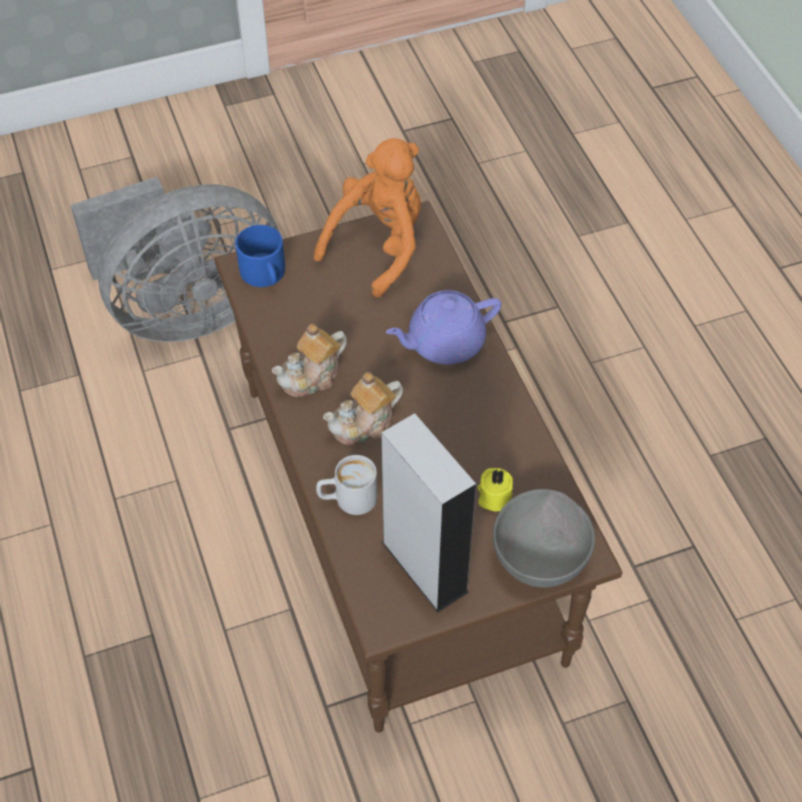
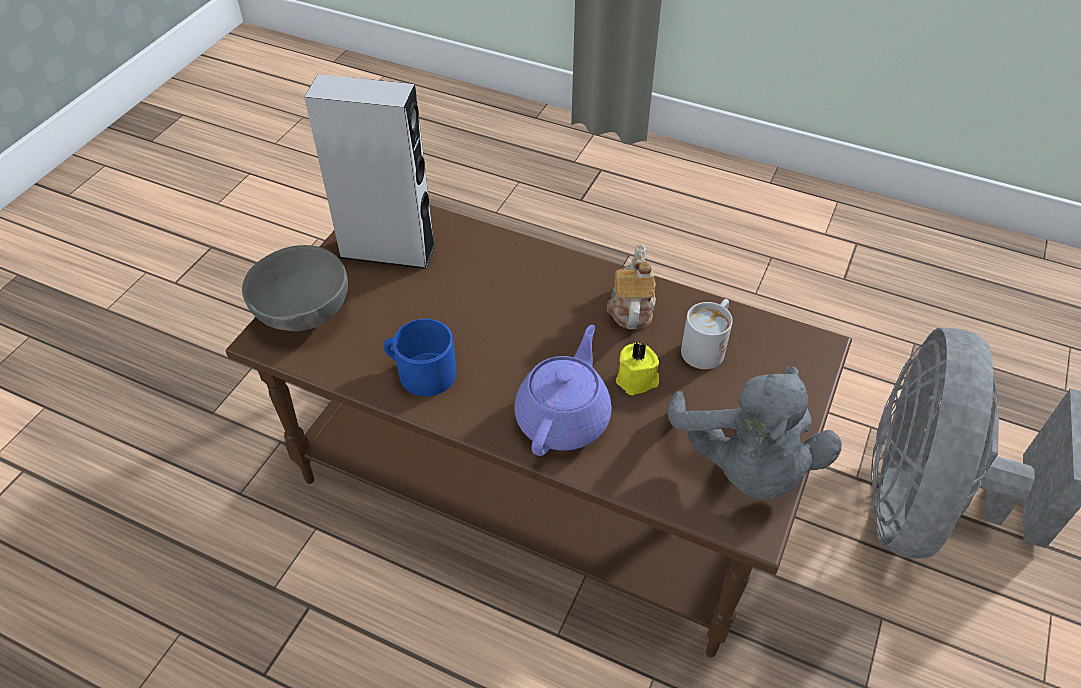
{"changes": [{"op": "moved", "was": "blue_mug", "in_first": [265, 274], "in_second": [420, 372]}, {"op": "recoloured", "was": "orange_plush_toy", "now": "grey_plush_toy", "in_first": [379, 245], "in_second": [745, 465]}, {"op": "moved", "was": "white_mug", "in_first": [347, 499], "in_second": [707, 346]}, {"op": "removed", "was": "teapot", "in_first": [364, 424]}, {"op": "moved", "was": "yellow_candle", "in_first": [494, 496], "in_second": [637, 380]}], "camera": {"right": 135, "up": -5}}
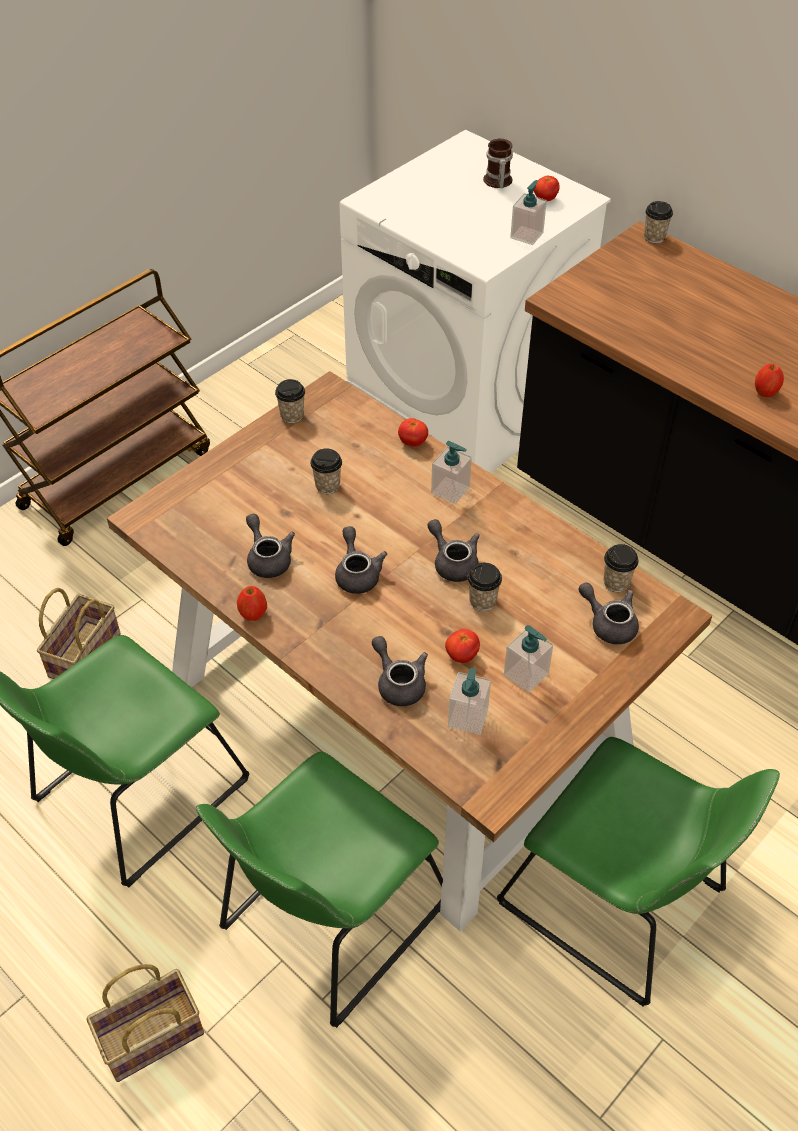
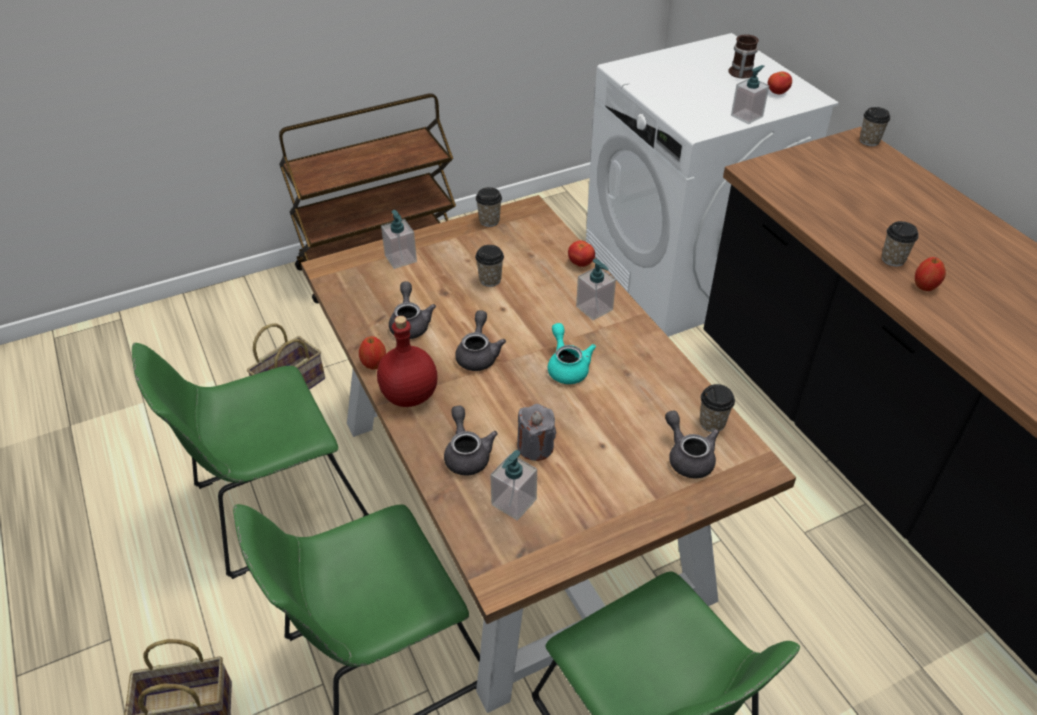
{"changes": [{"op": "recoloured", "was": "grey_teapot", "now": "turquoise_teapot", "in_first": [453, 562], "in_second": [567, 367]}, {"op": "replaced", "was": "tomato", "now": "grey_candle", "in_first": [461, 655], "in_second": [535, 447]}, {"op": "moved", "was": "cup", "in_first": [482, 601], "in_second": [893, 259]}, {"op": "moved", "was": "soap_dispenser", "in_first": [526, 674], "in_second": [401, 259]}, {"op": "added", "now": "red_bottle", "in_second": [409, 396]}], "camera": {"right": 20, "up": -5}}
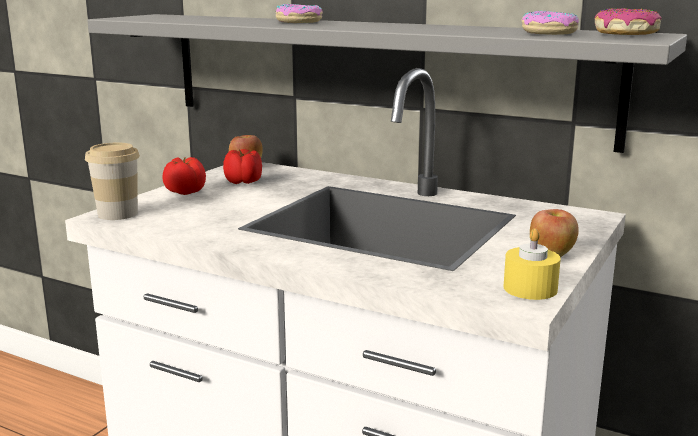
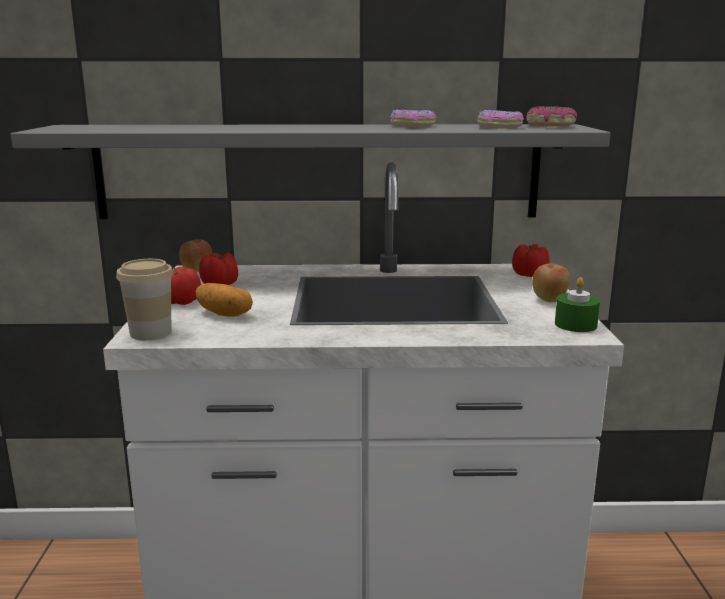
{"changes": [{"op": "moved", "was": "donut", "in_first": [299, 22], "in_second": [412, 126]}, {"op": "recoloured", "was": "yellow_candle", "now": "green_candle", "in_first": [530, 288], "in_second": [575, 324]}, {"op": "added", "now": "potato", "in_second": [225, 314]}, {"op": "added", "now": "tomato", "in_second": [528, 274]}], "camera": {"right": -30, "up": 0}}
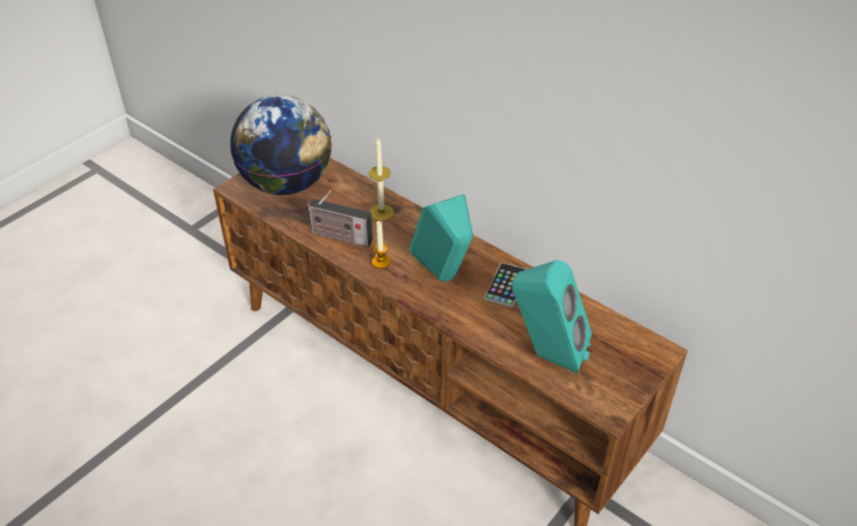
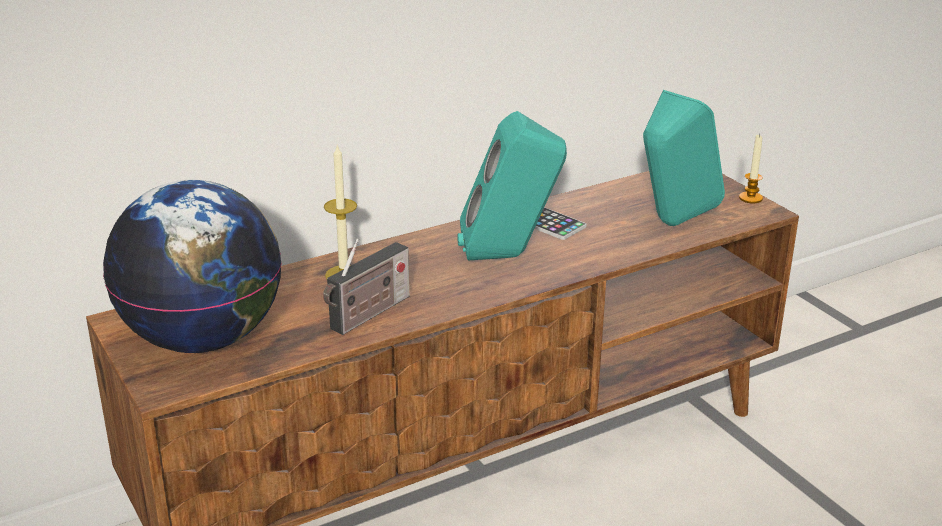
{"changes": [{"op": "moved", "was": "candle", "in_first": [381, 262], "in_second": [750, 198]}], "camera": {"right": -70, "up": -15}}
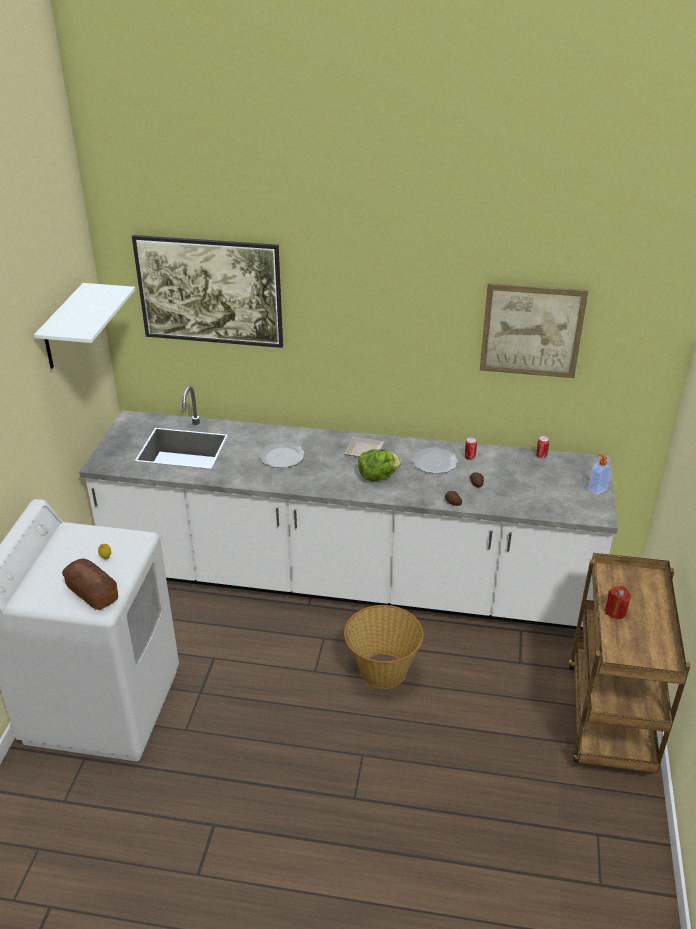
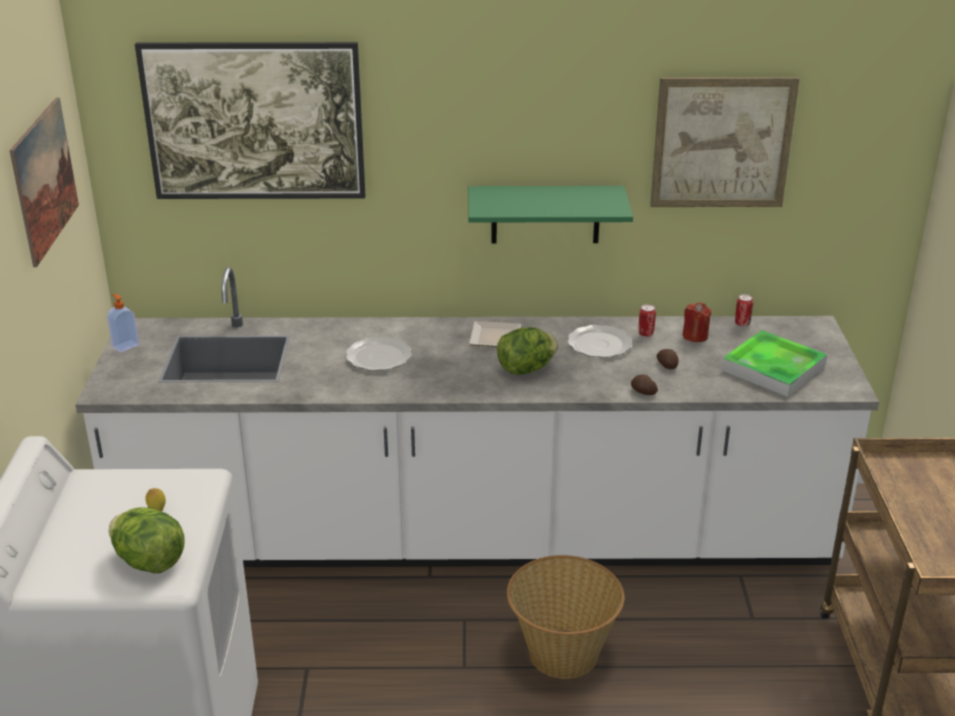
{"changes": [{"op": "replaced", "was": "white_shelf", "now": "picture", "in_first": [63, 328], "in_second": [44, 179]}, {"op": "replaced", "was": "bread", "now": "lettuce", "in_first": [92, 592], "in_second": [149, 562]}, {"op": "moved", "was": "soap_dispenser", "in_first": [597, 489], "in_second": [125, 346]}, {"op": "moved", "was": "red_candle", "in_first": [615, 611], "in_second": [695, 336]}, {"op": "added", "now": "green_shelf", "in_second": [545, 214]}, {"op": "added", "now": "tray", "in_second": [773, 368]}], "camera": {"right": -10, "up": -5}}
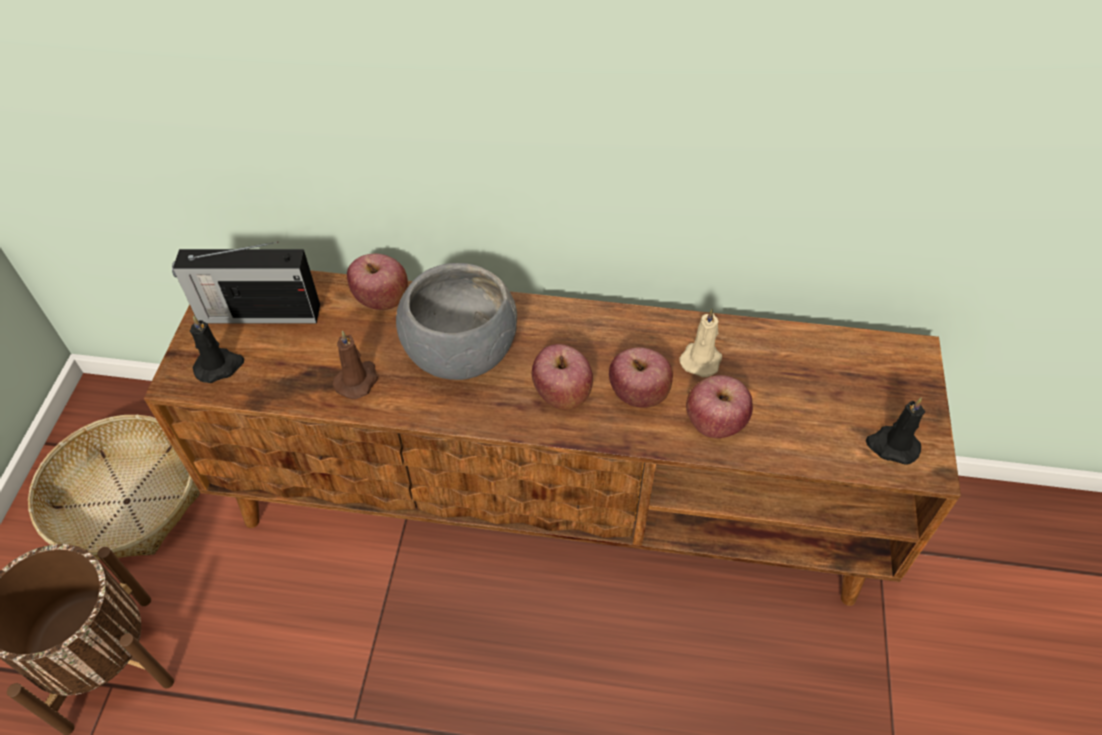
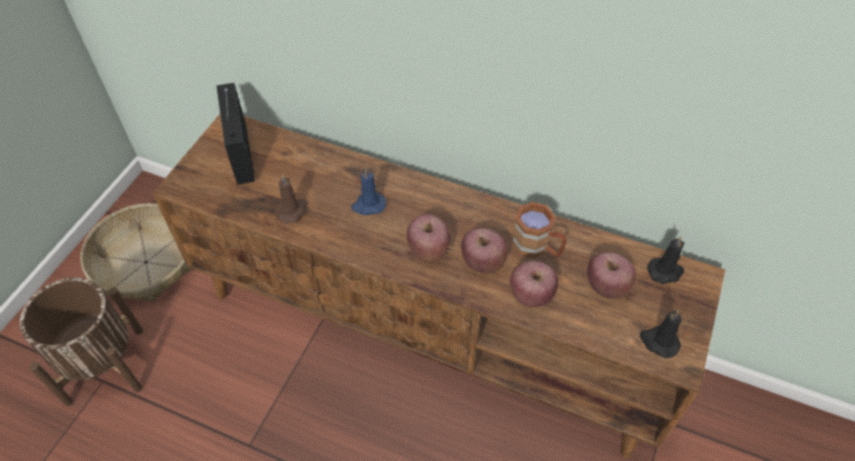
{"changes": [{"op": "turned", "was": "radio", "in_first": [257, 313], "in_second": [241, 151], "clockwise": 60}, {"op": "moved", "was": "black_candle", "in_first": [219, 366], "in_second": [665, 271]}, {"op": "moved", "was": "apple", "in_first": [381, 299], "in_second": [606, 287]}, {"op": "replaced", "was": "grey_bowl", "now": "blue_candle", "in_first": [460, 350], "in_second": [368, 205]}, {"op": "replaced", "was": "beige_candle", "now": "brown_mug", "in_first": [701, 359], "in_second": [537, 247]}], "camera": {"right": 15, "up": 0}}
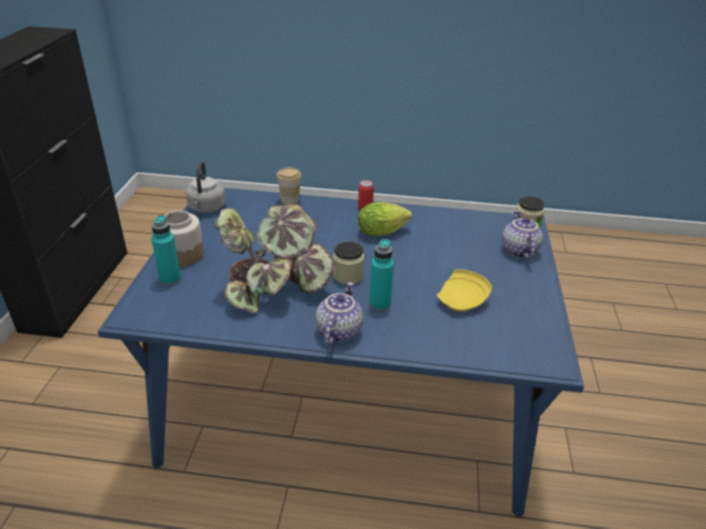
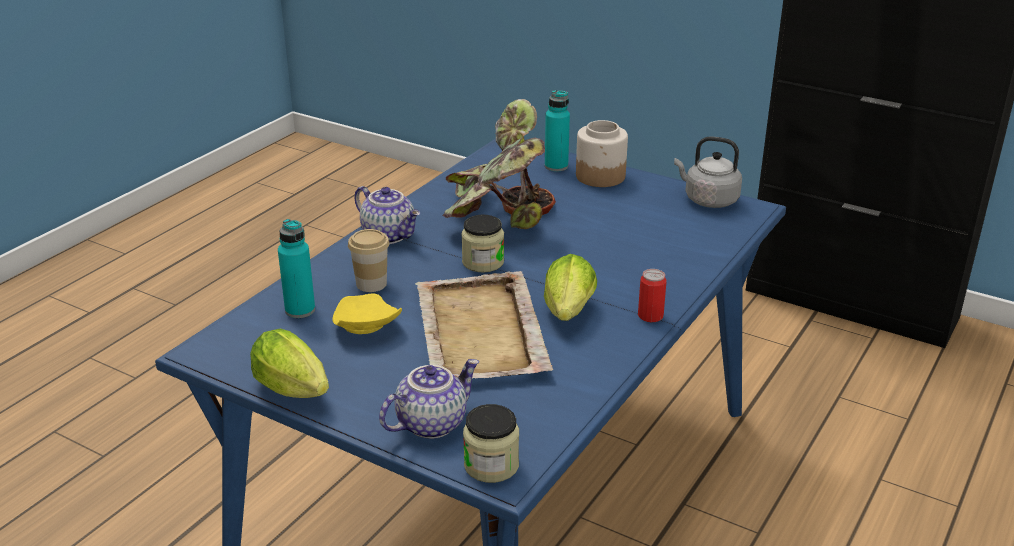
{"changes": [{"op": "moved", "was": "cup", "in_first": [289, 200], "in_second": [371, 284]}, {"op": "moved", "was": "turquoise_bottle", "in_first": [379, 304], "in_second": [300, 310]}, {"op": "turned", "was": "teapot", "in_first": [518, 250], "in_second": [431, 423], "clockwise": -60}, {"op": "added", "now": "lettuce", "in_second": [296, 392]}, {"op": "added", "now": "beige_tray", "in_second": [480, 332]}], "camera": {"right": 115, "up": -5}}
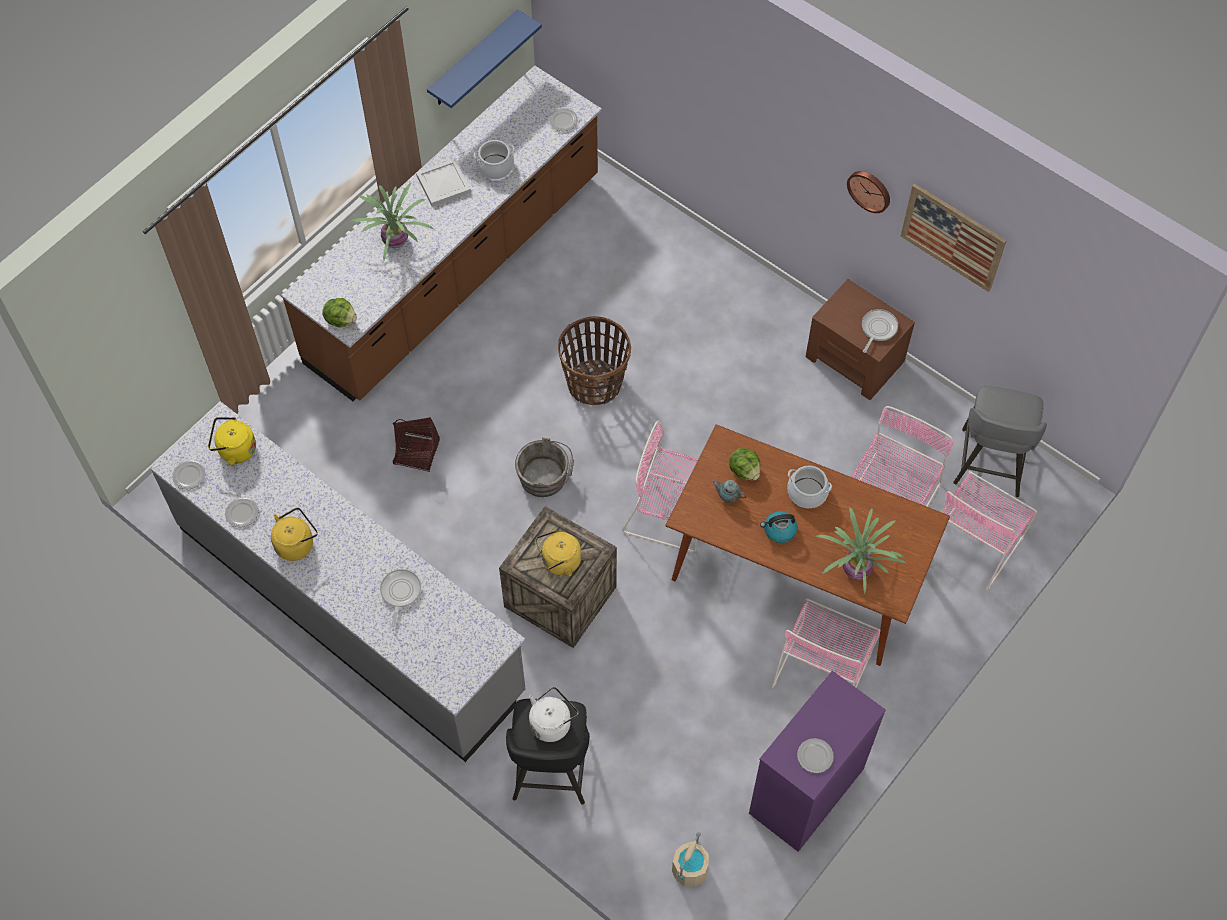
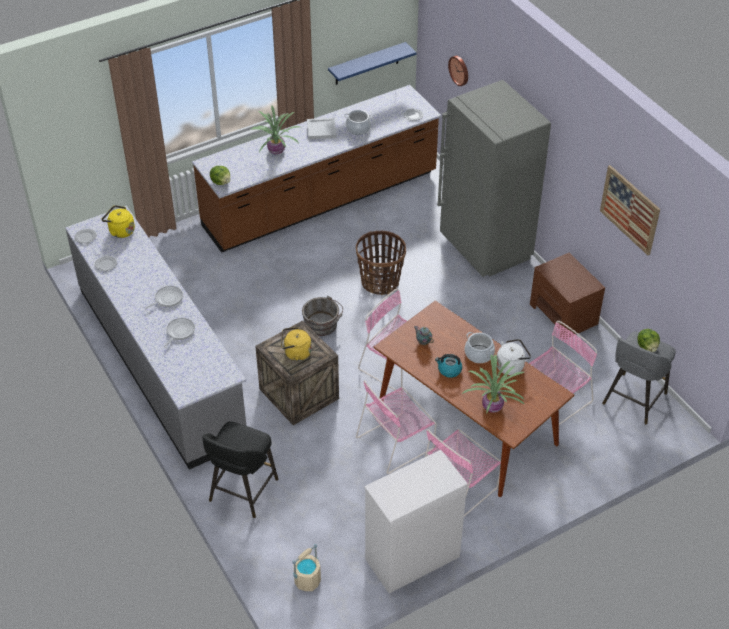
{"changes": [{"op": "removed", "was": "yellow_kettle", "in_first": [296, 543]}, {"op": "removed", "was": "basket", "in_first": [416, 452]}, {"op": "moved", "was": "white_kettle", "in_first": [552, 722], "in_second": [511, 366]}, {"op": "moved", "was": "lettuce", "in_first": [744, 470], "in_second": [647, 347]}, {"op": "recoloured", "was": "purple_dresser", "now": "white_dresser", "in_first": [806, 792], "in_second": [411, 558]}, {"op": "removed", "was": "plate", "in_first": [814, 756]}, {"op": "moved", "was": "wall_clock", "in_first": [870, 190], "in_second": [459, 70]}, {"op": "moved", "was": "frying_pan", "in_first": [877, 329], "in_second": [167, 299]}, {"op": "moved", "was": "pink_chair", "in_first": [975, 541], "in_second": [396, 442]}, {"op": "added", "now": "grey_fridge", "in_second": [485, 248]}], "camera": {"right": 20, "up": -15}}
